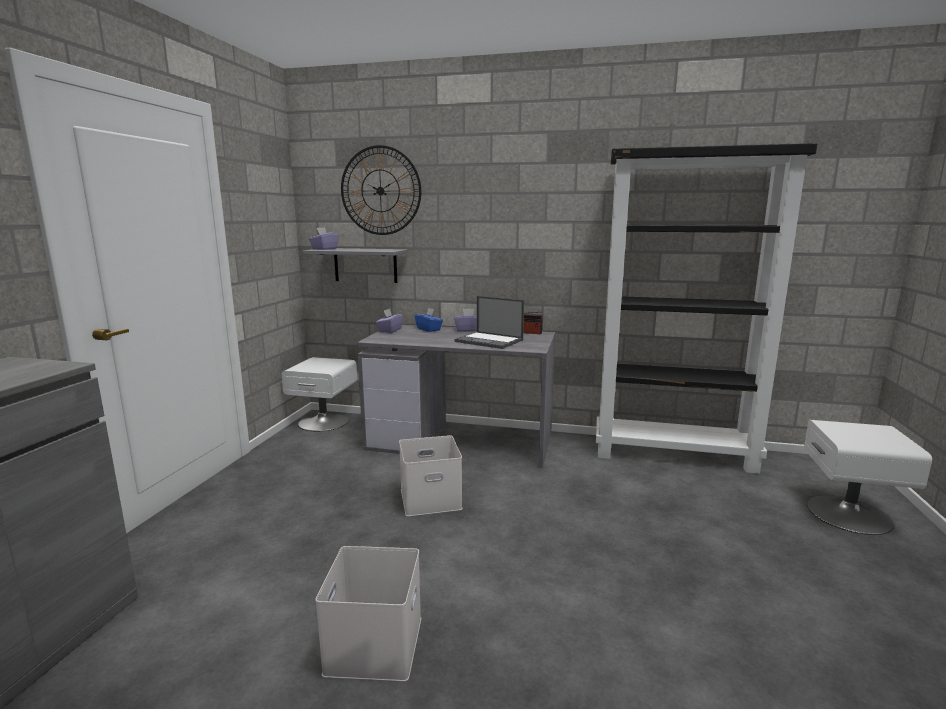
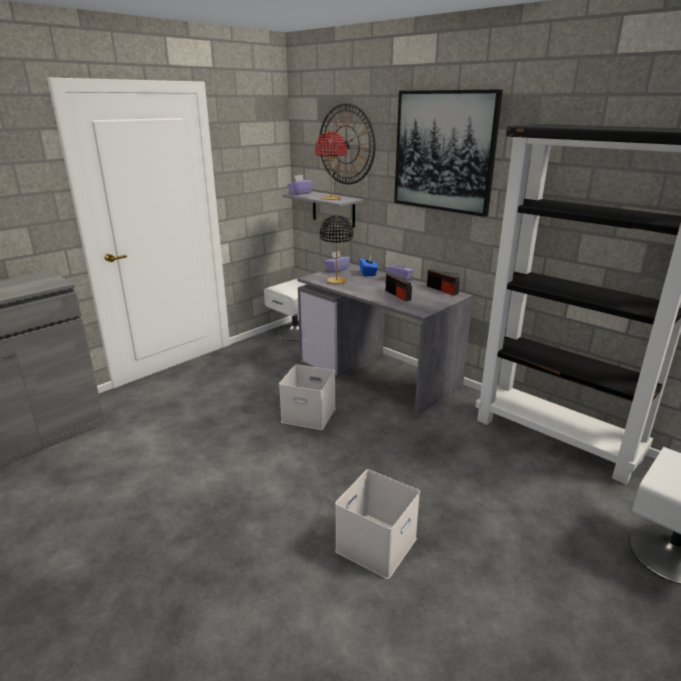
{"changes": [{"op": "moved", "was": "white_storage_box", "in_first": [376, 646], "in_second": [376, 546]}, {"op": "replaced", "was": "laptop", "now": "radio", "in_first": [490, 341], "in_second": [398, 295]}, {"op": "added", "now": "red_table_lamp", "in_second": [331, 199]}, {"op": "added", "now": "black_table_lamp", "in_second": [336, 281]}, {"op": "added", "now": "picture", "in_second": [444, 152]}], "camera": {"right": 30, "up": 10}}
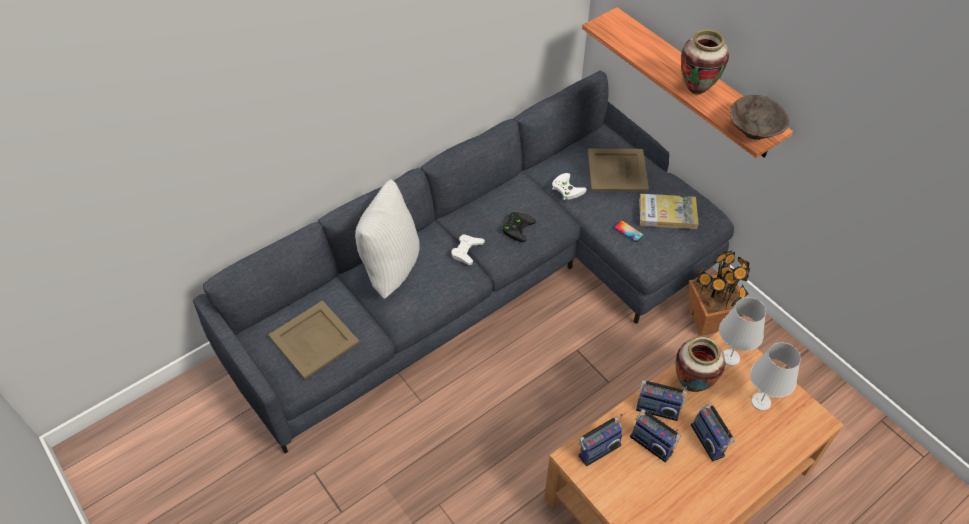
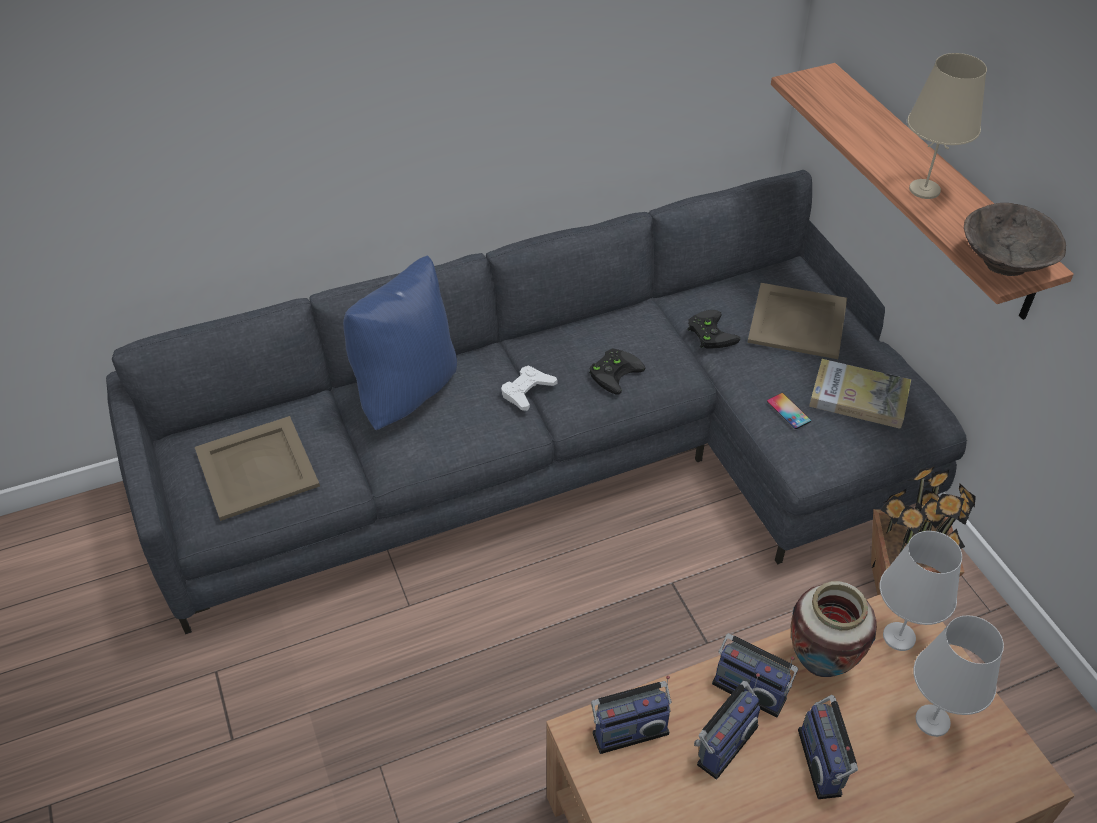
{"changes": [{"op": "recoloured", "was": "white_pillow", "now": "blue_pillow", "in_first": [390, 267], "in_second": [406, 391]}, {"op": "recoloured", "was": "white_game_controller", "now": "black_game_controller", "in_first": [566, 188], "in_second": [709, 332]}, {"op": "turned", "was": "radio", "in_first": [652, 443], "in_second": [723, 743], "clockwise": -105}, {"op": "replaced", "was": "vase", "now": "beige_table_lamp", "in_first": [696, 89], "in_second": [925, 189]}], "camera": {"right": 15, "up": -5}}
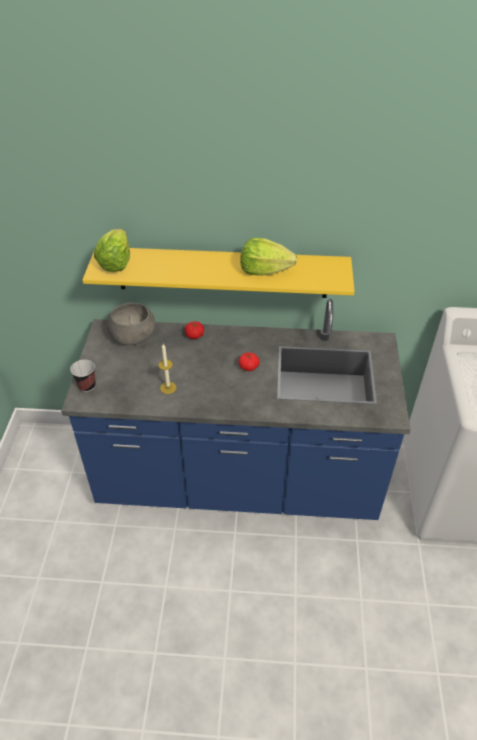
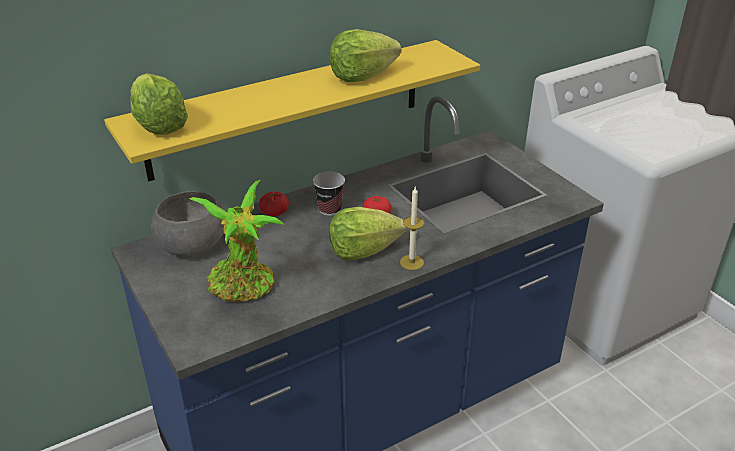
{"changes": [{"op": "moved", "was": "cup", "in_first": [87, 386], "in_second": [329, 209]}, {"op": "moved", "was": "candle", "in_first": [168, 388], "in_second": [411, 262]}, {"op": "added", "now": "potted_plant", "in_second": [244, 286]}, {"op": "added", "now": "lettuce", "in_second": [363, 250]}], "camera": {"right": -35, "up": -10}}
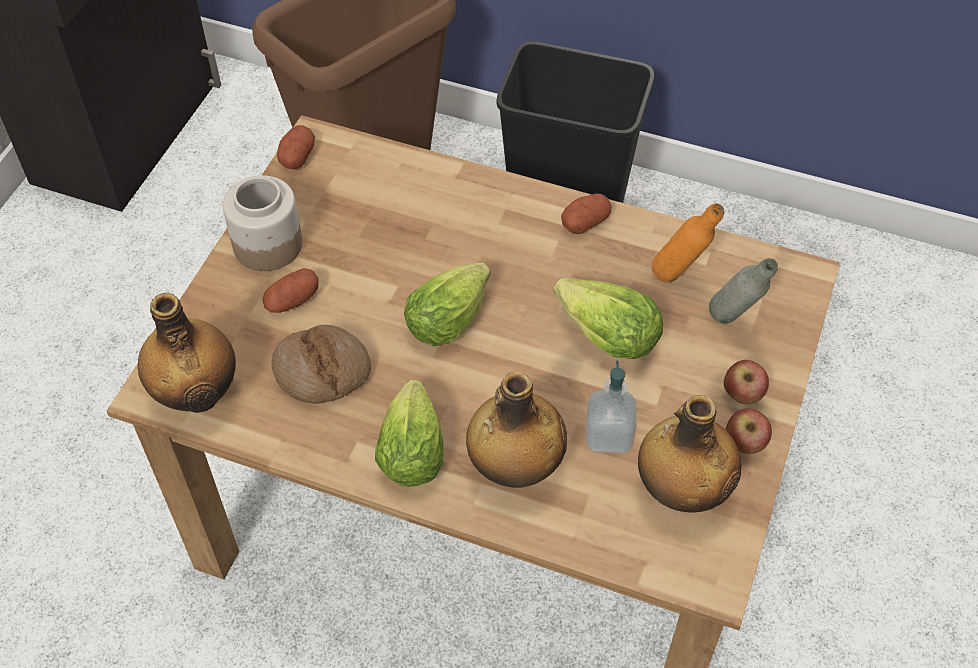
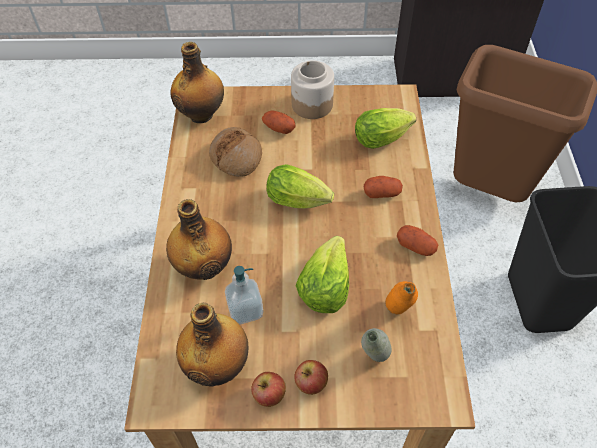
{"changes": [{"op": "moved", "was": "potato", "in_first": [297, 156], "in_second": [382, 193]}, {"op": "moved", "was": "lettuce", "in_first": [412, 447], "in_second": [384, 138]}], "camera": {"right": 70, "up": 0}}
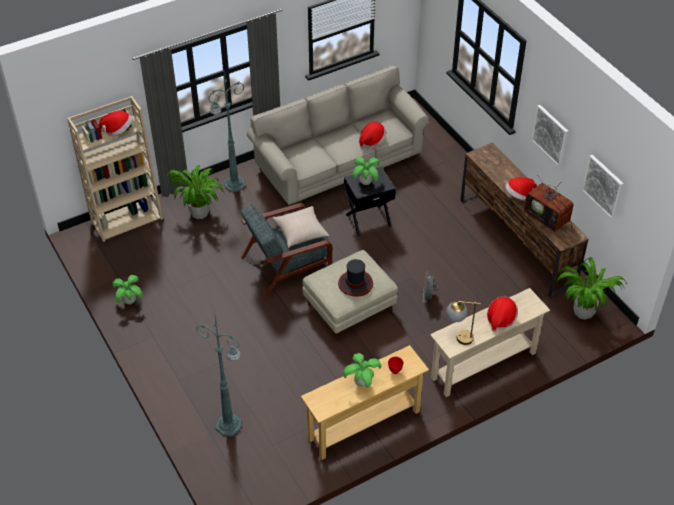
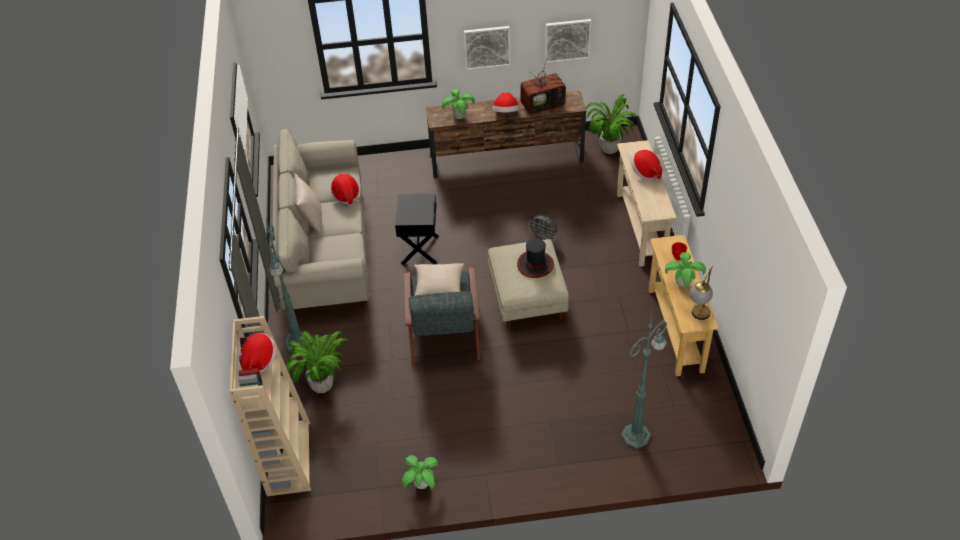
{"changes": [{"op": "moved", "was": "potted_plant", "in_first": [366, 183], "in_second": [459, 117]}, {"op": "moved", "was": "table_lamp", "in_first": [458, 337], "in_second": [698, 317]}, {"op": "added", "now": "beige_pillow", "in_second": [311, 219]}], "camera": {"right": -65, "up": 0}}
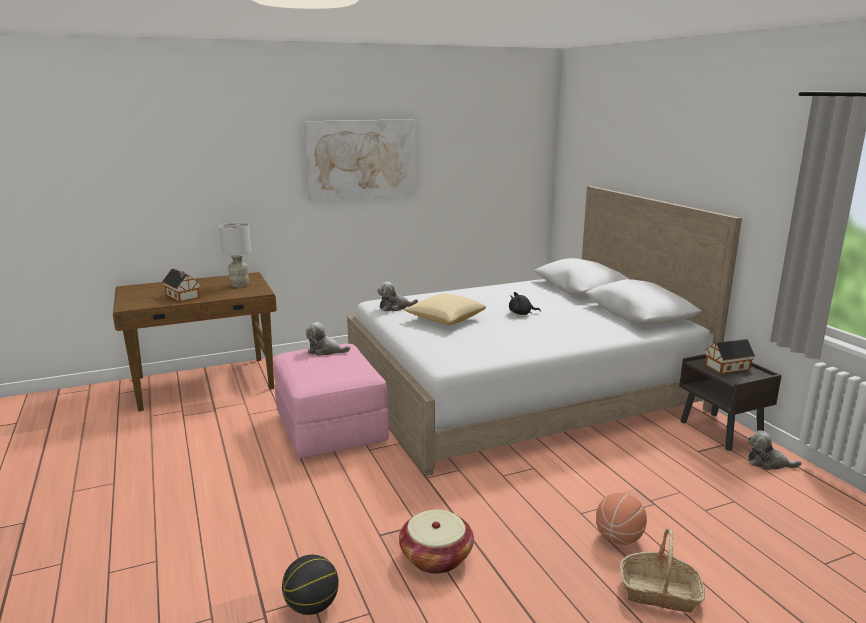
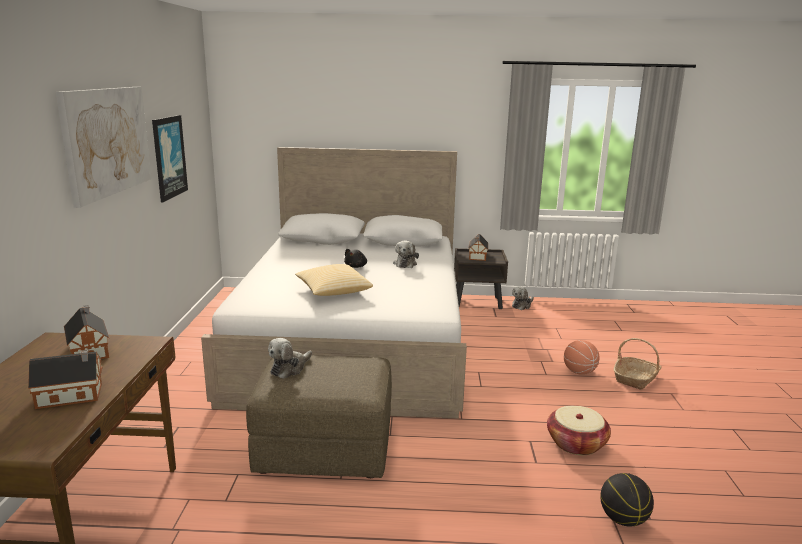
{"changes": [{"op": "replaced", "was": "grey_table_lamp", "now": "toy_house", "in_first": [240, 285], "in_second": [89, 350]}, {"op": "recoloured", "was": "pink_ottoman", "now": "brown_ottoman", "in_first": [330, 428], "in_second": [325, 448]}, {"op": "moved", "was": "plush_toy", "in_first": [395, 307], "in_second": [405, 263]}, {"op": "added", "now": "picture", "in_second": [168, 157]}], "camera": {"right": -65, "up": 0}}
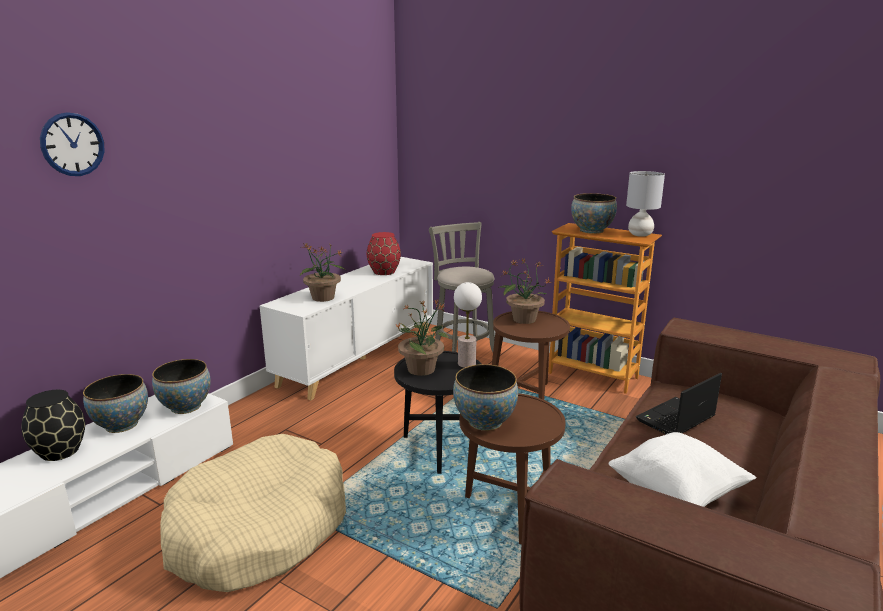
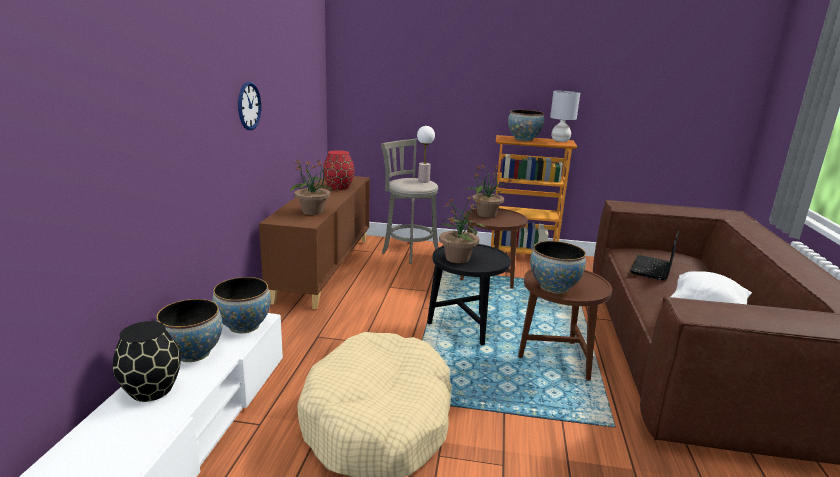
{"changes": [{"op": "moved", "was": "wall_clock", "in_first": [72, 144], "in_second": [249, 106]}, {"op": "recoloured", "was": "white_cabinet", "now": "brown_cabinet", "in_first": [359, 357], "in_second": [324, 268]}, {"op": "moved", "was": "table_lamp", "in_first": [466, 363], "in_second": [423, 181]}], "camera": {"right": -25, "up": 0}}
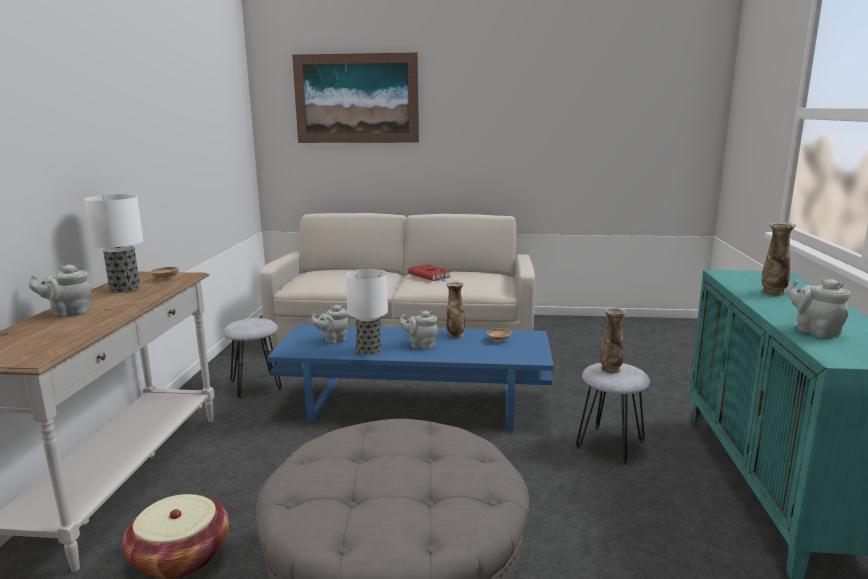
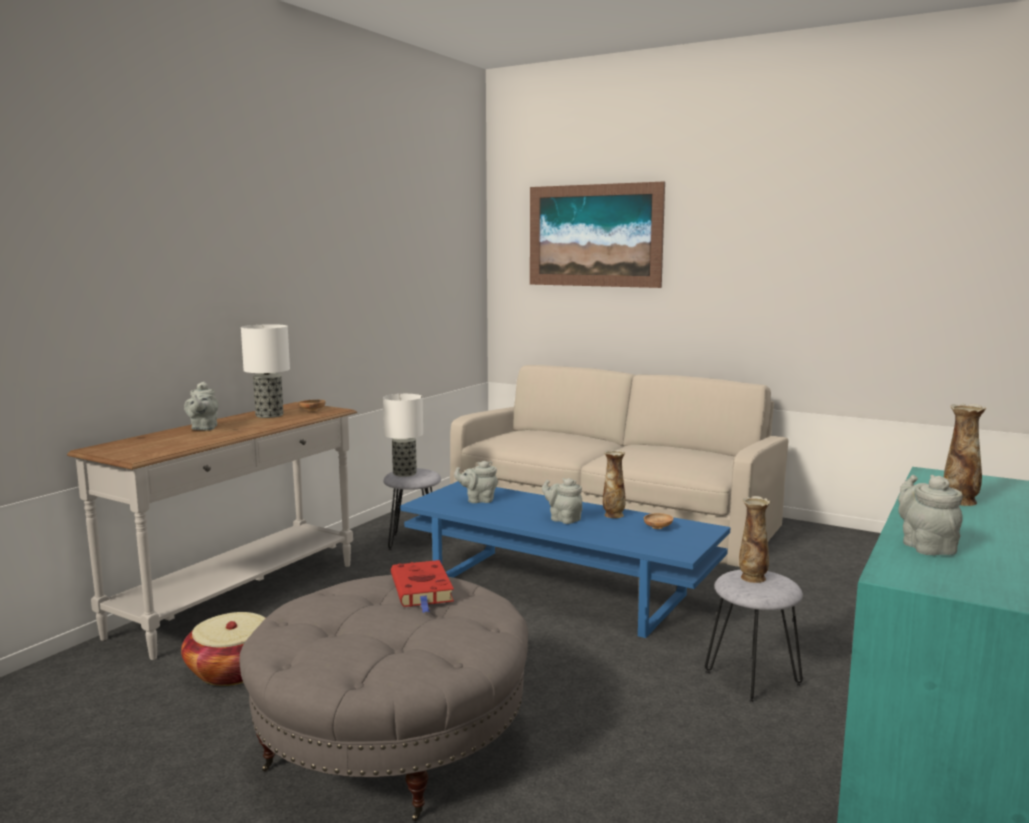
{"changes": [{"op": "turned", "was": "grey_teapot", "in_first": [68, 313], "in_second": [203, 428], "clockwise": -105}, {"op": "moved", "was": "table_lamp", "in_first": [368, 351], "in_second": [404, 473]}, {"op": "moved", "was": "red_book", "in_first": [430, 276], "in_second": [422, 590]}], "camera": {"right": 25, "up": -5}}
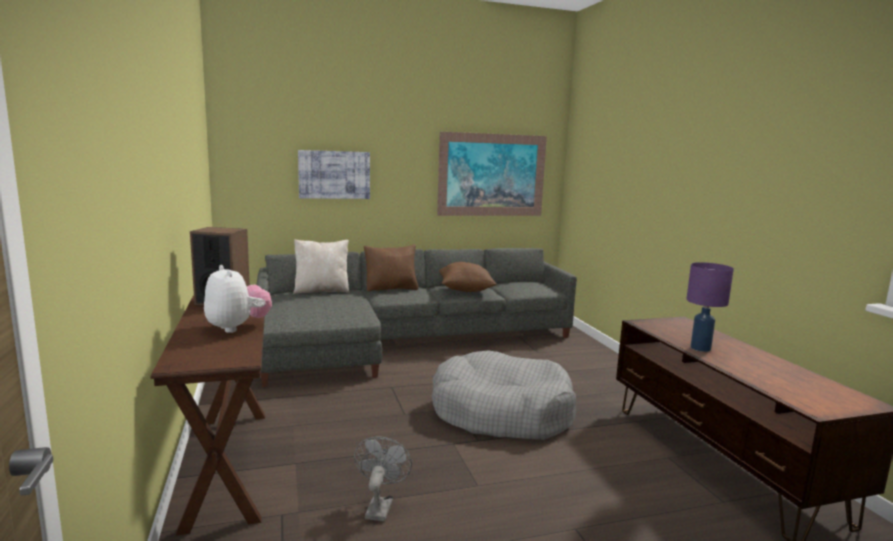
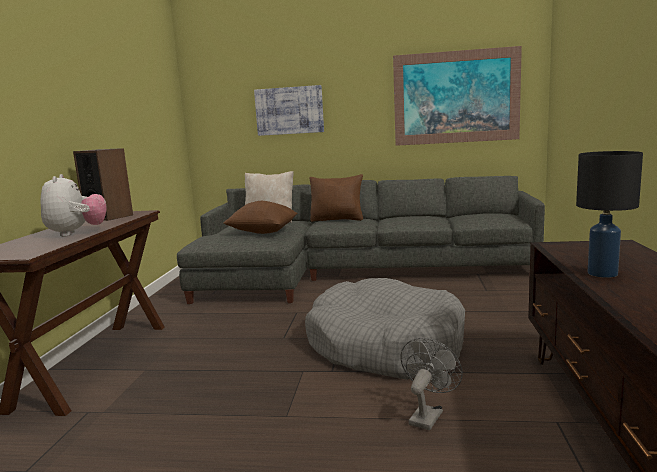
{"changes": [{"op": "moved", "was": "grey_fan", "in_first": [380, 506], "in_second": [427, 415]}, {"op": "moved", "was": "brown_pillow", "in_first": [465, 290], "in_second": [263, 232]}, {"op": "recoloured", "was": "purple_table_lamp", "now": "black_table_lamp", "in_first": [699, 348], "in_second": [601, 273]}], "camera": {"right": 25, "up": 0}}
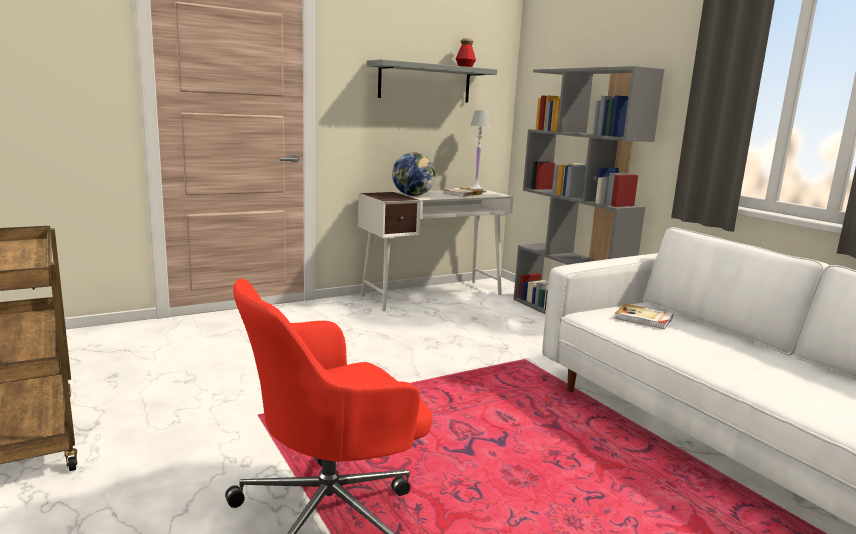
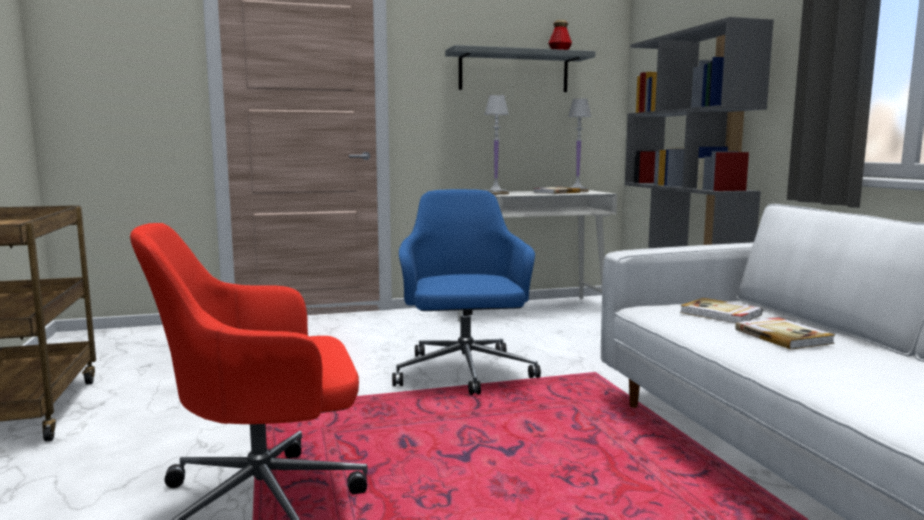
{"changes": [{"op": "replaced", "was": "globe", "now": "white_table_lamp", "in_first": [413, 195], "in_second": [496, 193]}, {"op": "added", "now": "blue_office_chair", "in_second": [464, 373]}, {"op": "added", "now": "book", "in_second": [783, 336]}], "camera": {"right": 15, "up": -5}}
